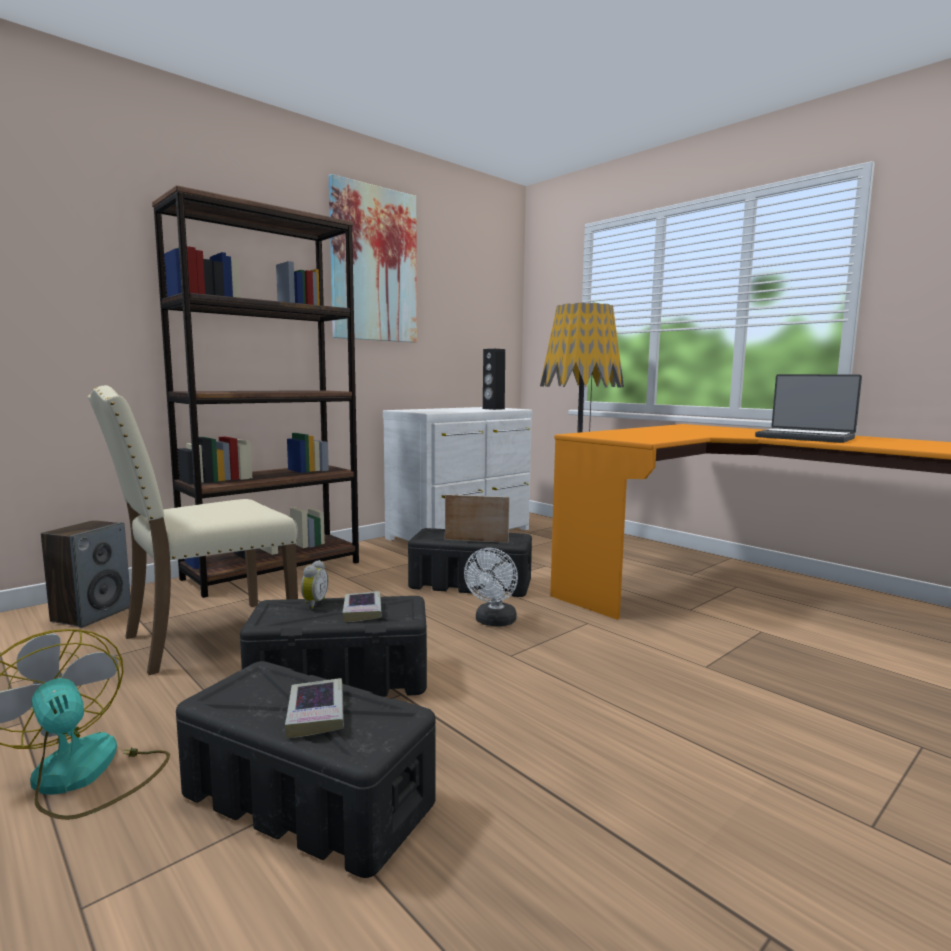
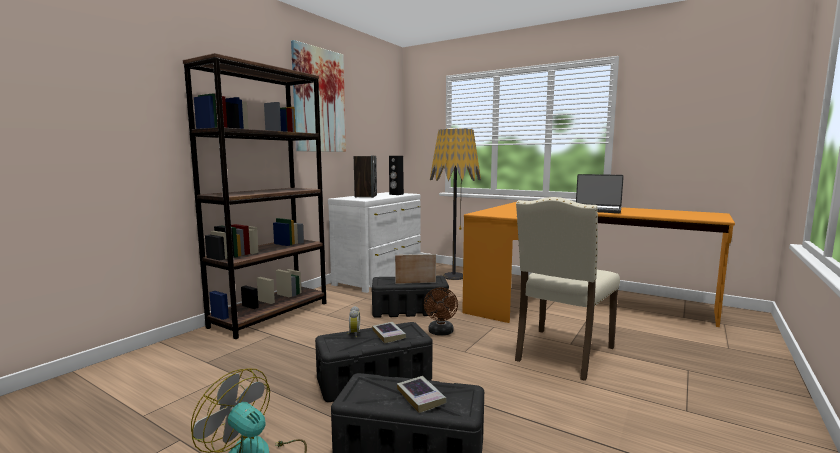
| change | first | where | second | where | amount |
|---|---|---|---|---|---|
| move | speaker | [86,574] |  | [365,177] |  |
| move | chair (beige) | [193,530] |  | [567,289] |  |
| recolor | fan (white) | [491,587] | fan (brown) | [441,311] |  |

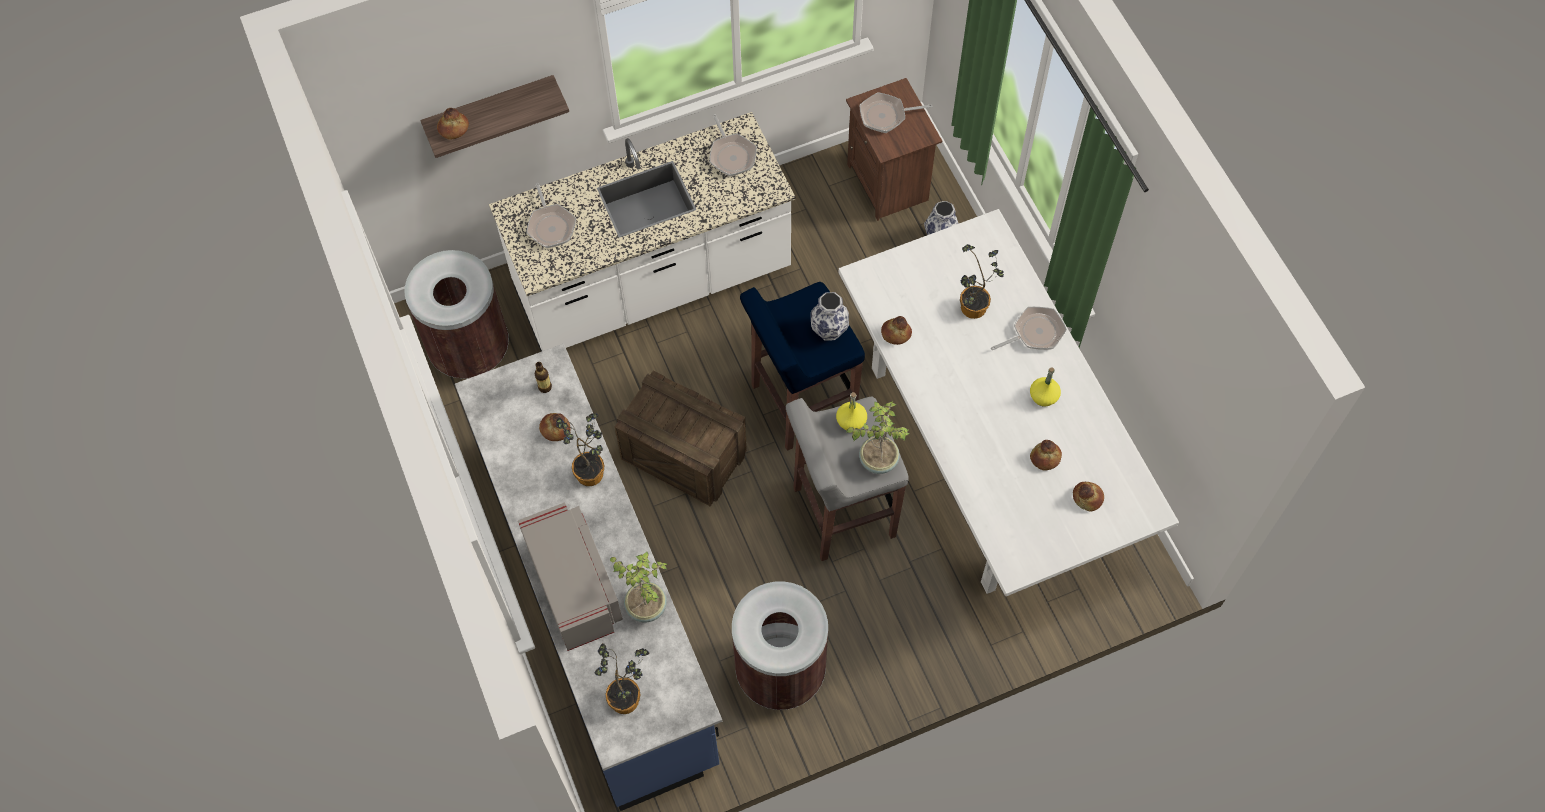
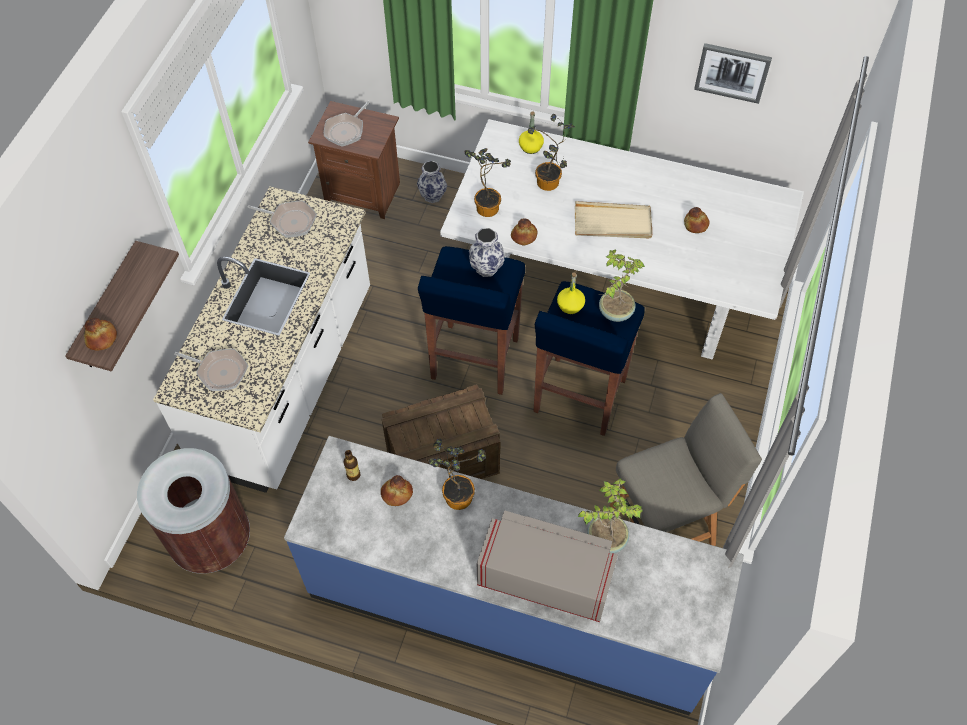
| change | first | where | second | where | amount |
|---|---|---|---|---|---|
| delete | frying pan | [1029,328] |  |  |  |
| delete | bread | [1088,496] |  |  |  |
| insert |  |  | tray (beige) | [613,219] |  |
| insert |  |  | picture | [733,73] |  |
| move | potted plant | [622,678] |  | [487,182] |  |
| move | bottle (yellow) | [1045,387] |  | [531,132] |  |
| replace | trash can (brown) | [780,645] | chair (grey) | [686,469] |  |
| recolor | stool (grey) | [847,479] | stool (blue) | [589,358] |  |

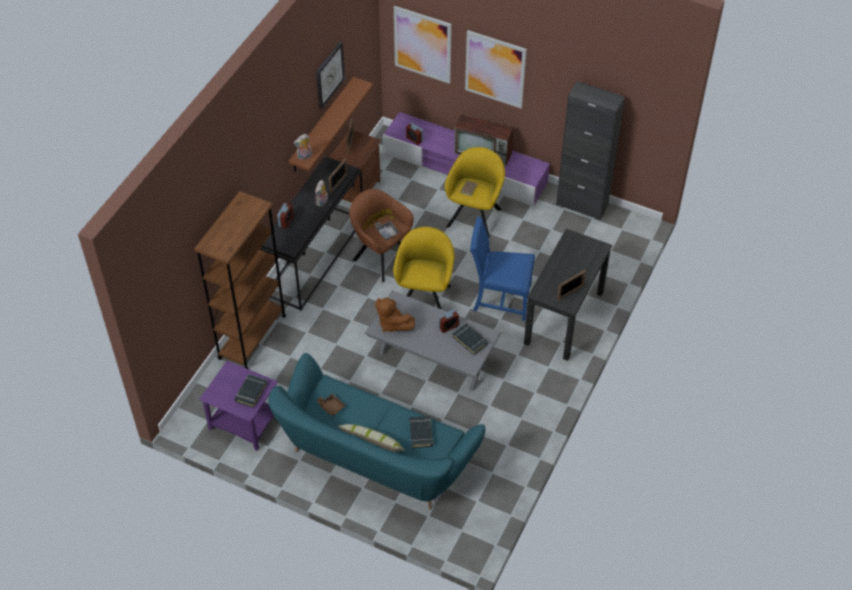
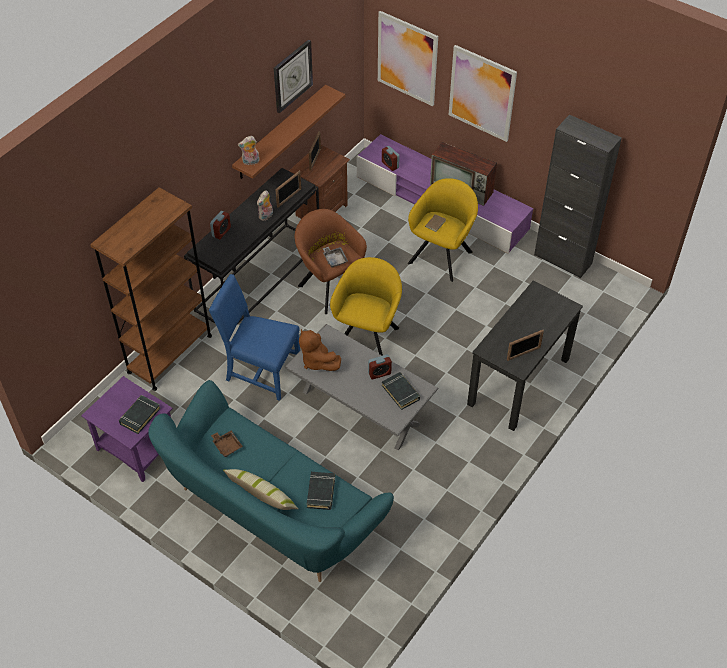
| change | first | where | second | where | amount |
|---|---|---|---|---|---|
| move | chair (blue) | [502,269] |  | [254,337] |  |

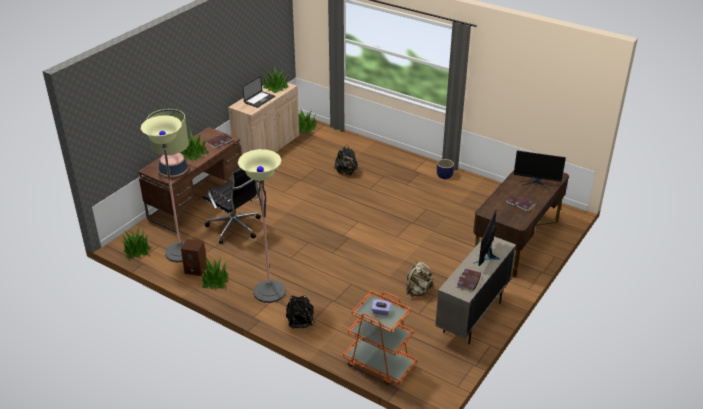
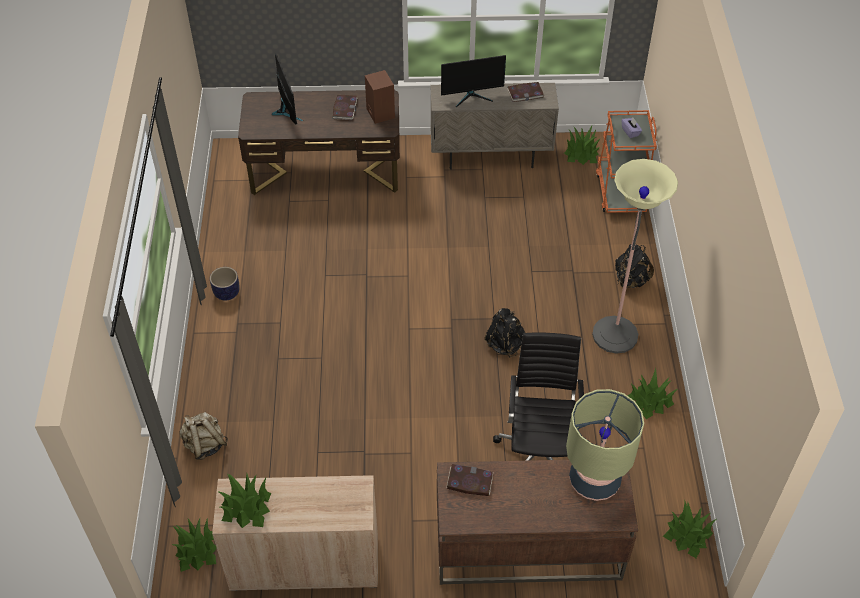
| change | first | where | second | where | amount |
|---|---|---|---|---|---|
| delete | floor lamp | [163,188] |  |  |  |
| delete | laptop | [259,92] |  |  |  |
| move | potted plant | [194,145] |  | [582,145] |  |
| move | speaker (brown) | [194,257] |  | [380,97] |  |
| move | backpack (black) | [346,160] |  | [504,333] |  |
| move | backpack (beige) | [419,279] |  | [203,436] |  |

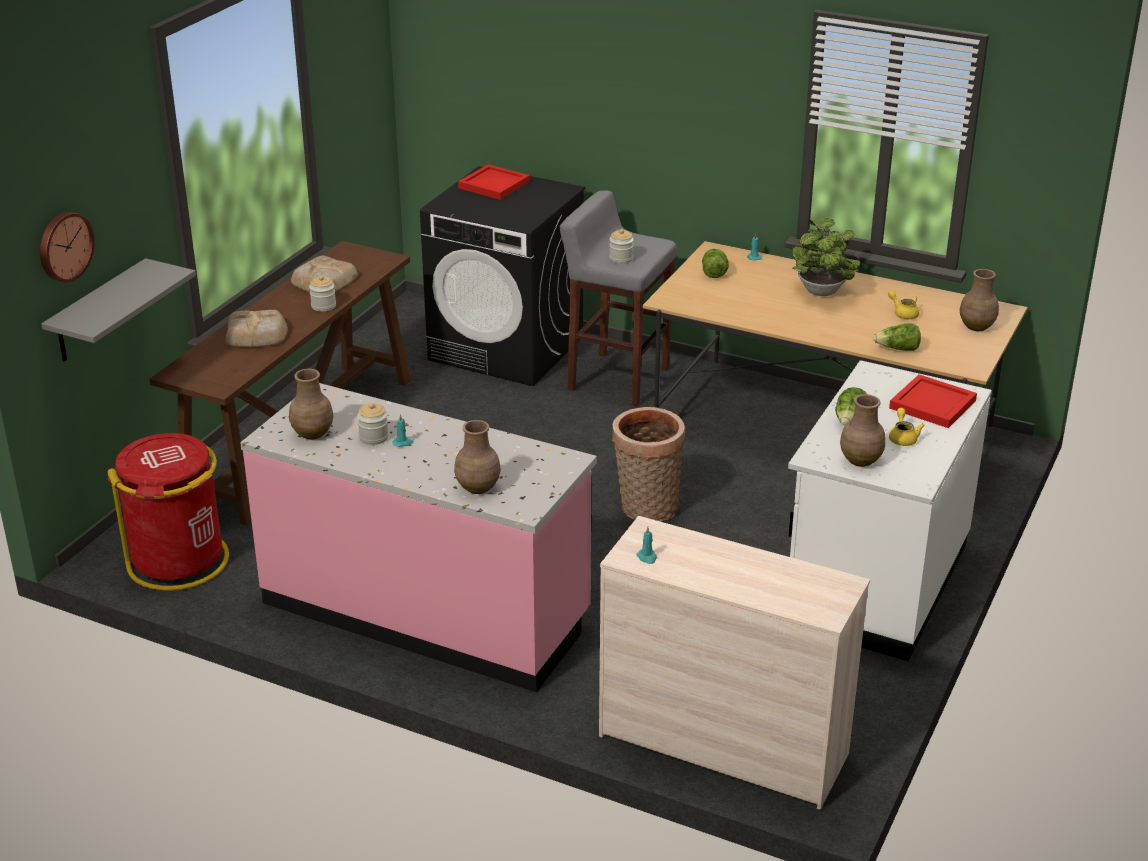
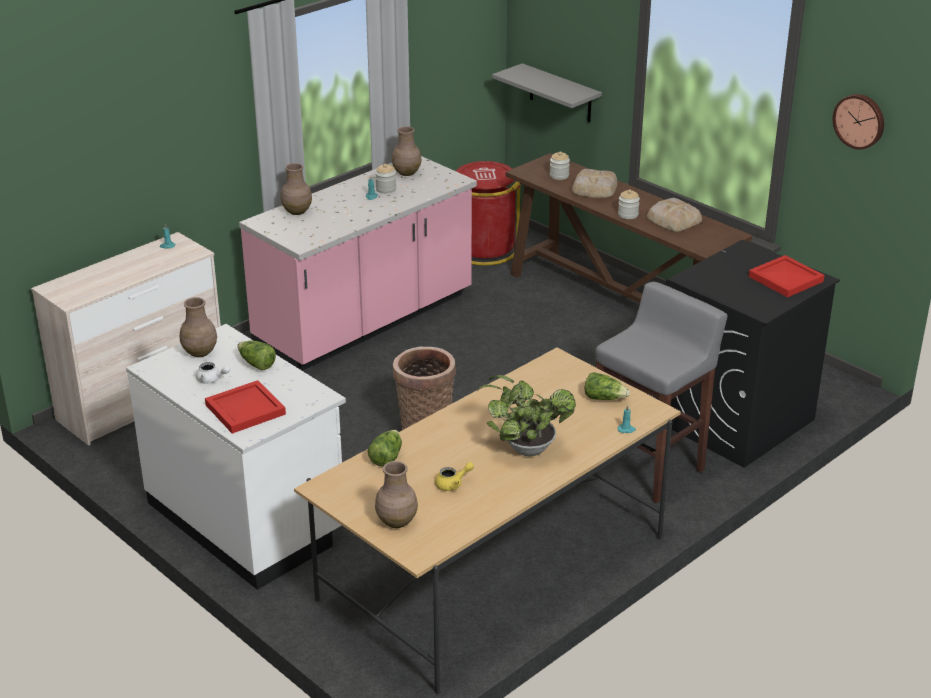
| change | first | where | second | where | amount |
|---|---|---|---|---|---|
| move | wall clock | [67,247] |  | [858,122] |  |
| move | jar | [621,246] |  | [560,165] |  |
| recolor | teapot (yellow) | [907,427] | teapot (white) | [213,373] |  |

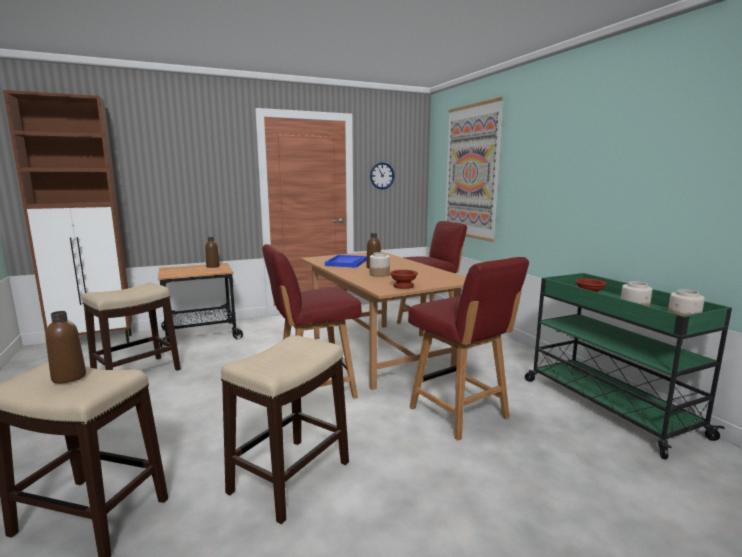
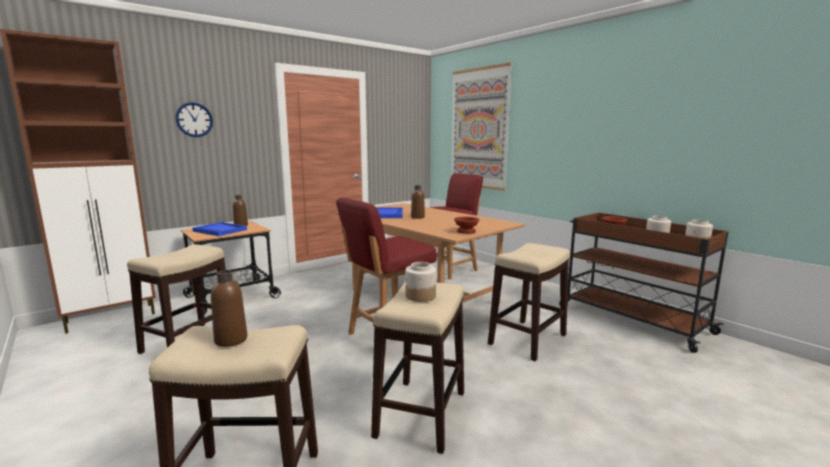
| change | first | where | second | where | amount |
|---|---|---|---|---|---|
| insert |  |  | tray (blue) | [219,229] |  |
| move | wall clock | [382,176] |  | [194,119] |  |
| move | jar | [380,264] |  | [420,282] |  |
| replace | chair (red) | [468,348] | stool | [529,302] |  |
| recolor | cart (green) | [628,366] | cart (brown) | [643,283] |  |

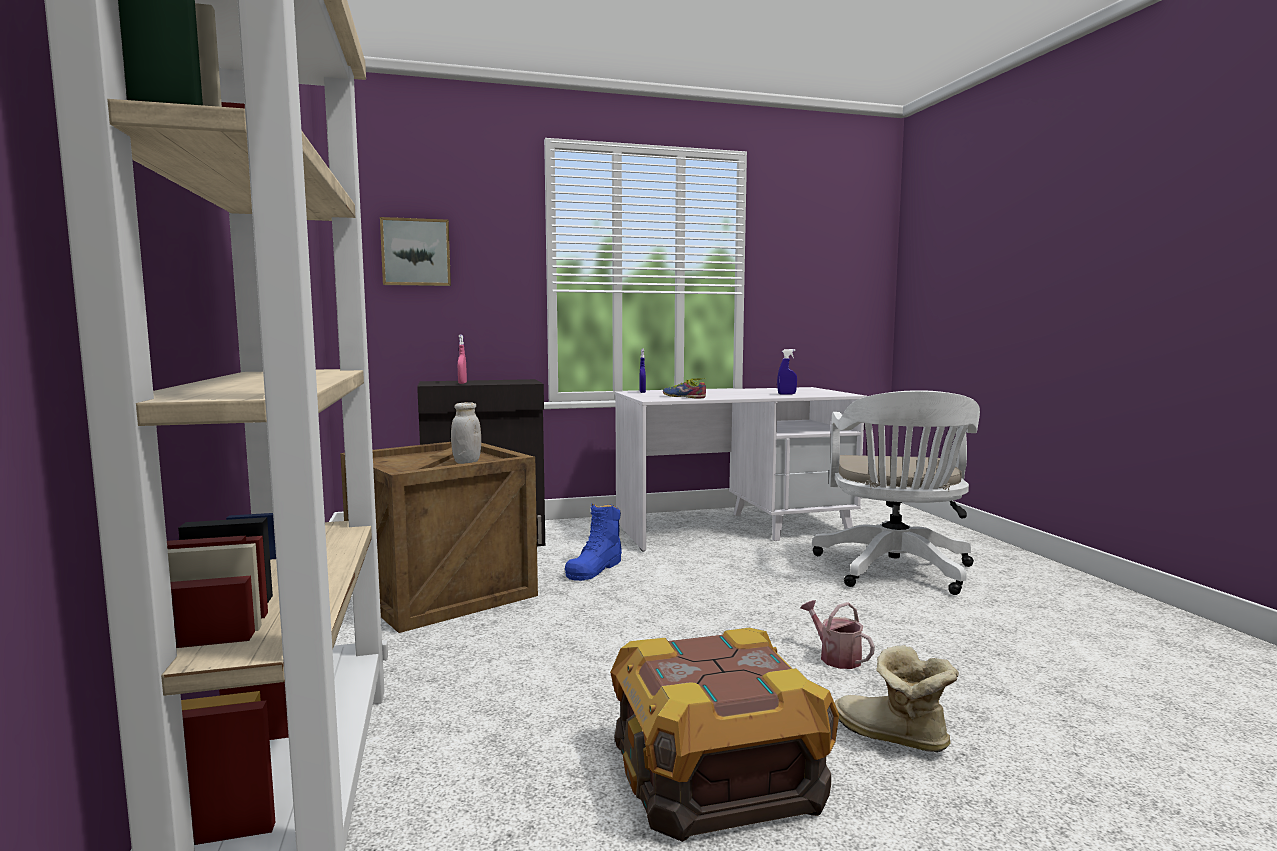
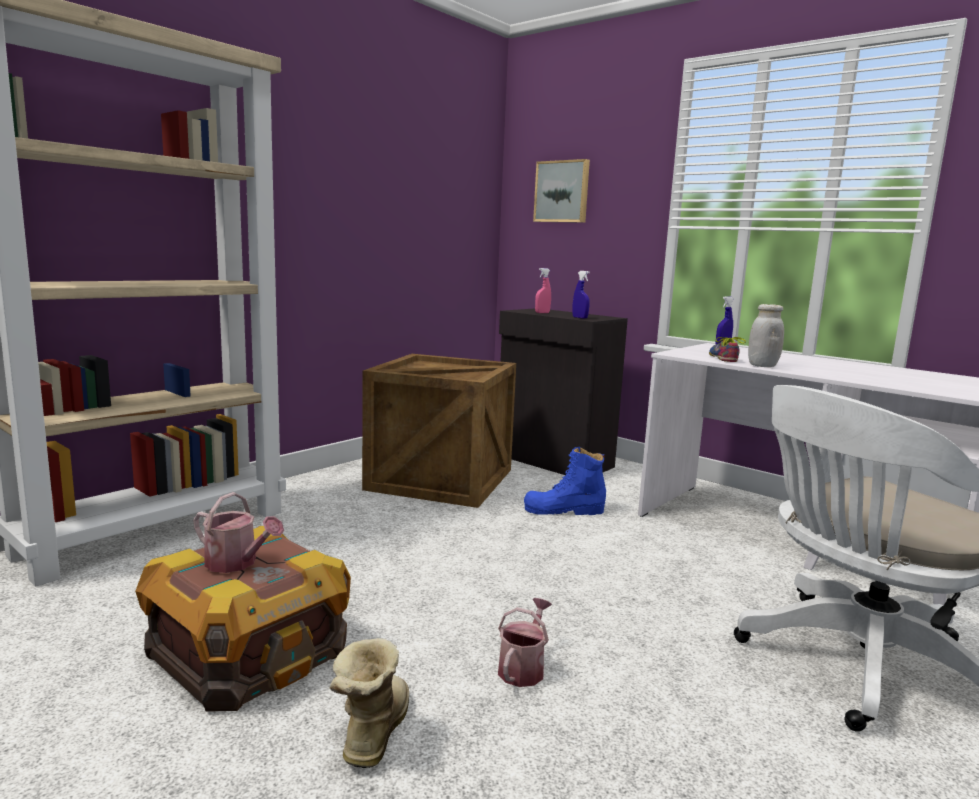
| change | first | where | second | where | amount |
|---|---|---|---|---|---|
| insert |  |  | watering can | [238,532] |  |
| move | jar (white) | [466,433] |  | [766,335] |  |
| move | spray bottle (blue) | [787,372] |  | [581,295] |  |

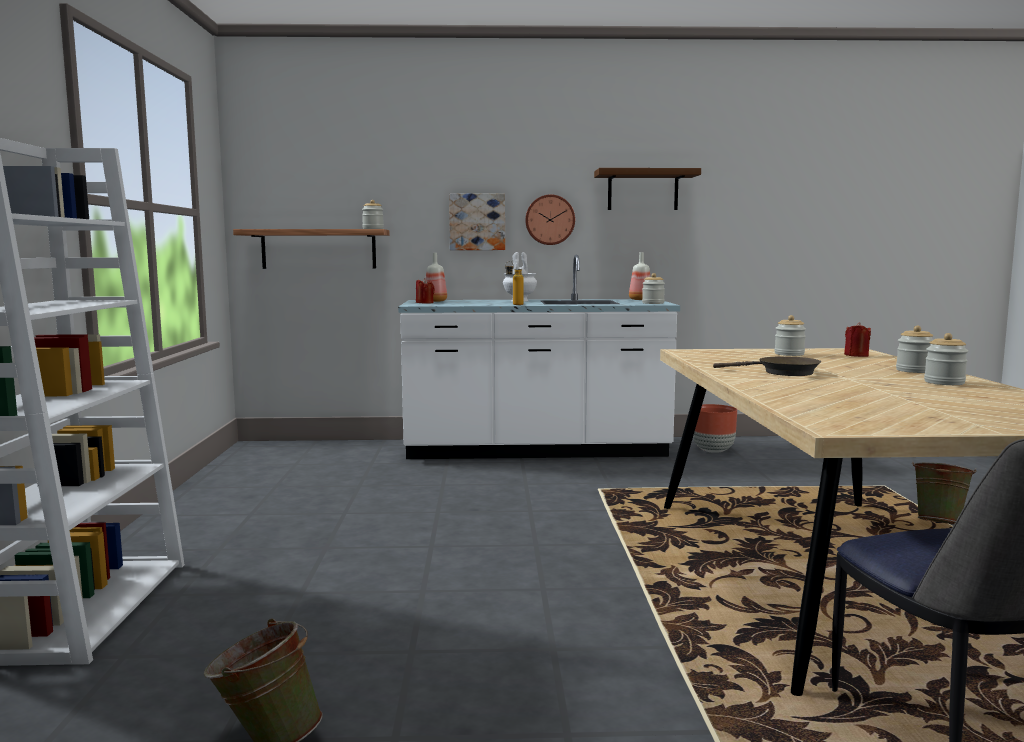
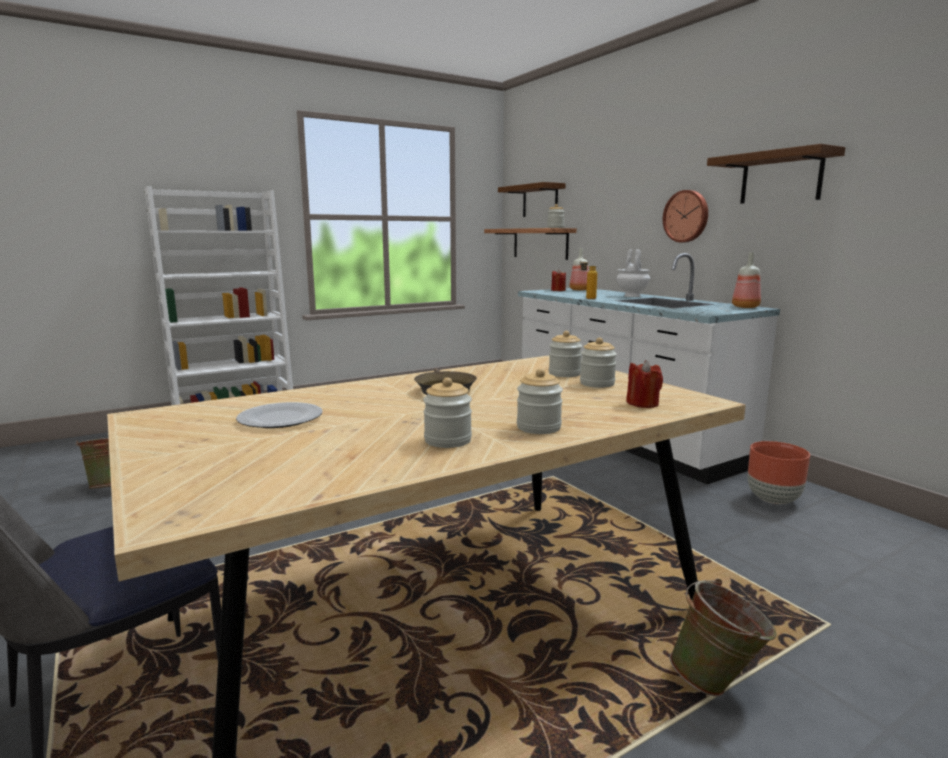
| change | first | where | second | where | amount |
|---|---|---|---|---|---|
| delete | picture | [477,222] |  |  |  |
| insert |  |  | plate | [279,415] |  |
| insert |  |  | shelf (brown) | [532,199] |  |
| move | jar | [653,288] |  | [565,354] |  |

